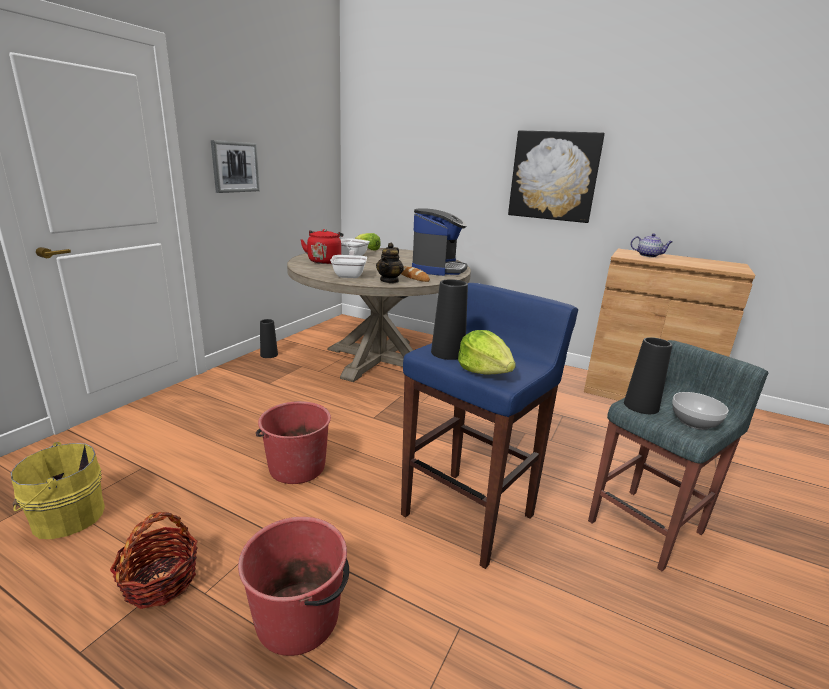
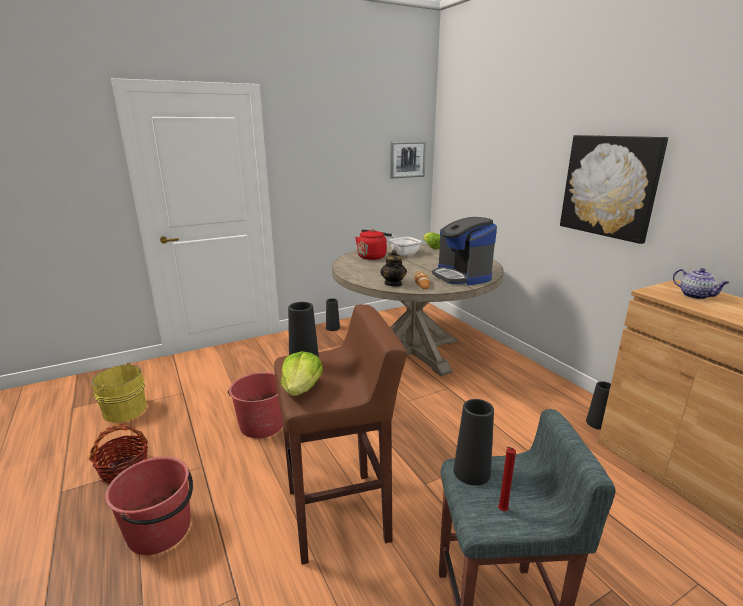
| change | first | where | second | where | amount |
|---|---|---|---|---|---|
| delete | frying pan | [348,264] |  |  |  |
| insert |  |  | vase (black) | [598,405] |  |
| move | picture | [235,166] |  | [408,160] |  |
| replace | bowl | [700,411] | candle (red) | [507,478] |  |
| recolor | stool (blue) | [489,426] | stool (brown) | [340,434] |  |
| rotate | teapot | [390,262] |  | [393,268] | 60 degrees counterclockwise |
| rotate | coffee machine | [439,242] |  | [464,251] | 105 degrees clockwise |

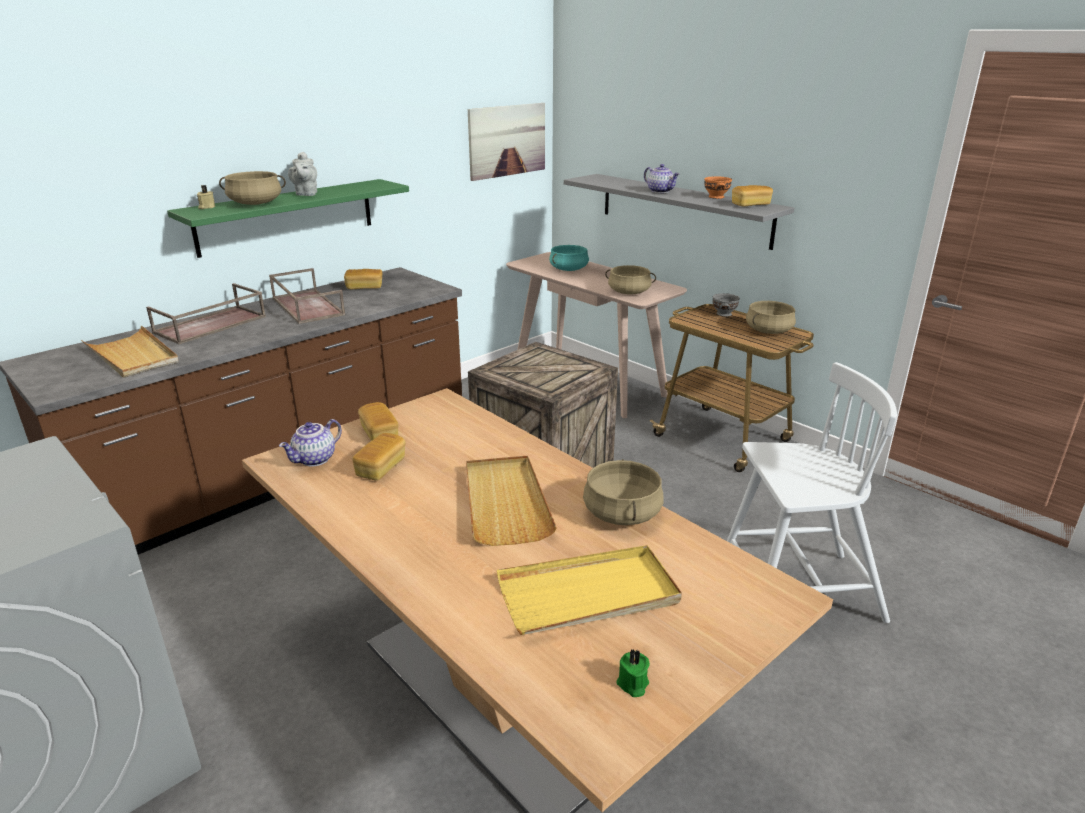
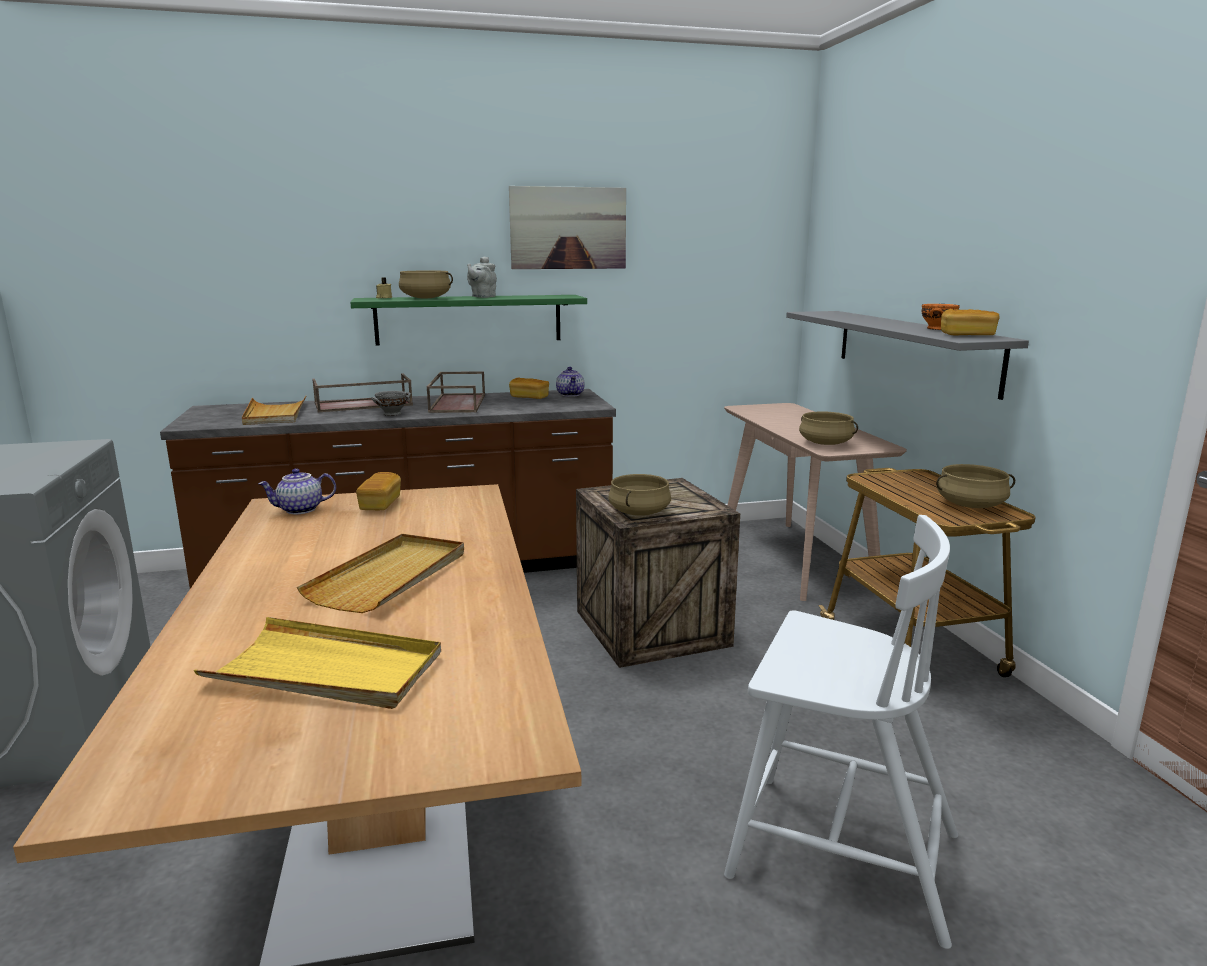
| change | first | where | second | where | amount |
|---|---|---|---|---|---|
| delete | bread | [379,457] |  |  |  |
| delete | cooking pot (turquoise) | [569,258] |  |  |  |
| delete | candle (green) | [633,673] |  |  |  |
| move | picture | [506,142] |  | [567,227] |  |
| move | cooking pot (beige) | [623,492] |  | [640,495] |  |
| move | teapot | [662,178] |  | [570,382] |  |
| move | bowl (grey) | [726,305] |  | [391,403] |  |

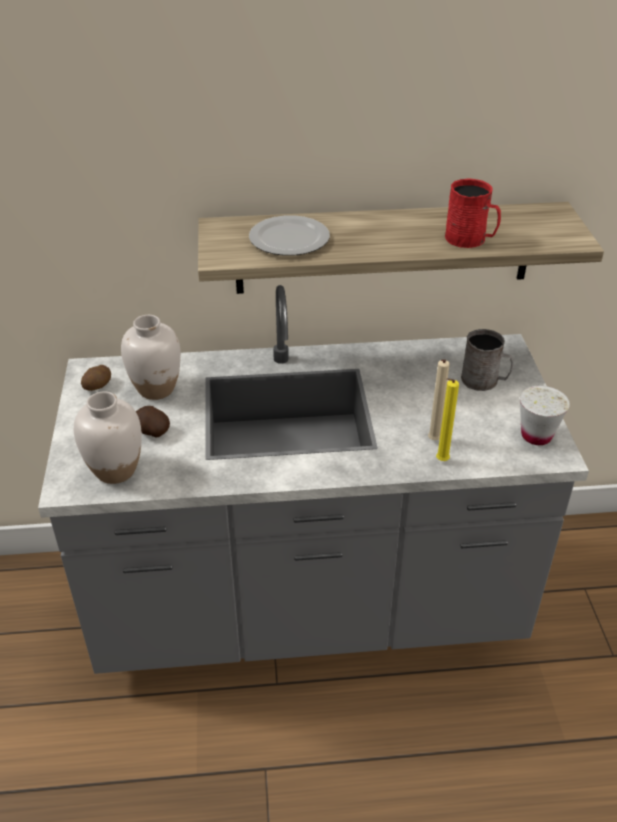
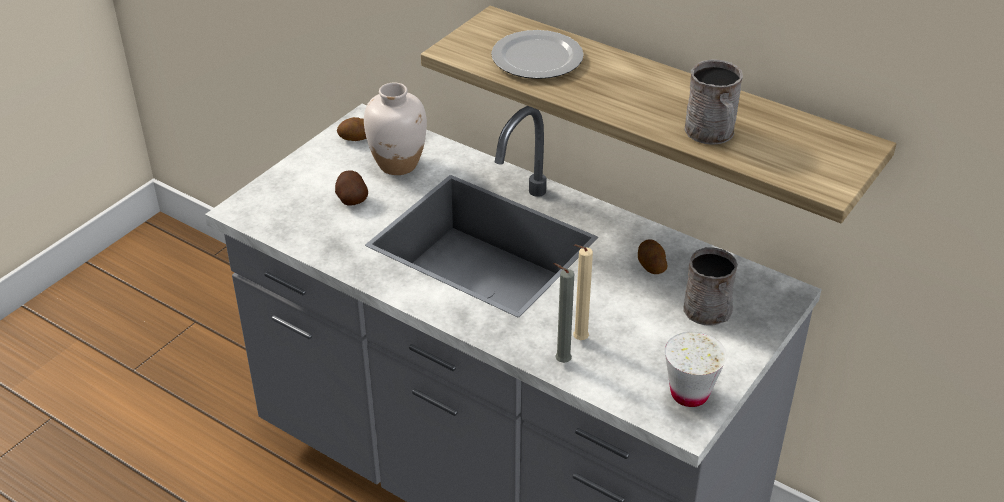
| change | first | where | second | where | amount |
|---|---|---|---|---|---|
| delete | vase (white) | [108,437] |  |  |  |
| insert |  |  | potato | [653,256] |  |
| recolor | candle (yellow) | [447,419] | candle (grey) | [563,313] |  |
| recolor | mug (red) | [473,213] | mug (grey) | [713,102] |  |

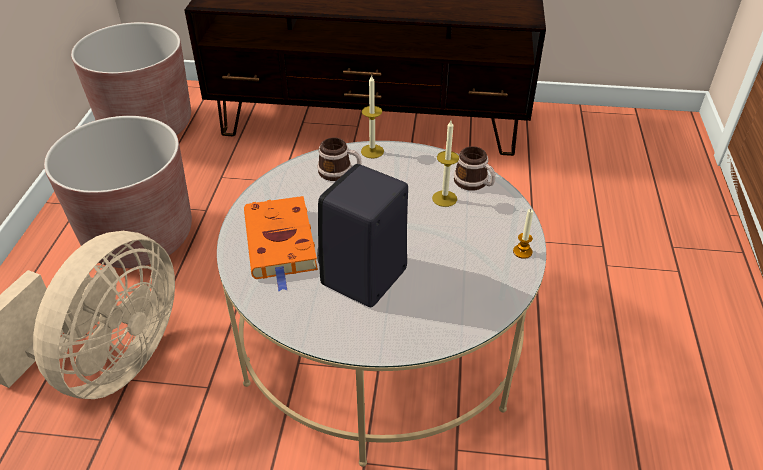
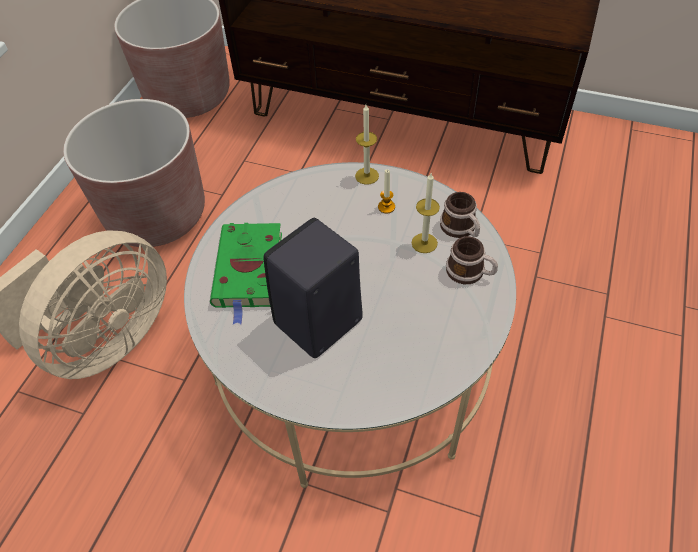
| change | first | where | second | where | amount |
|---|---|---|---|---|---|
| move | mug | [339,159] |  | [472,260] |  |
| move | candle | [523,234] |  | [386,191] |  |
| recolor | book (orange) | [281,243] | book (green) | [246,273] |  |

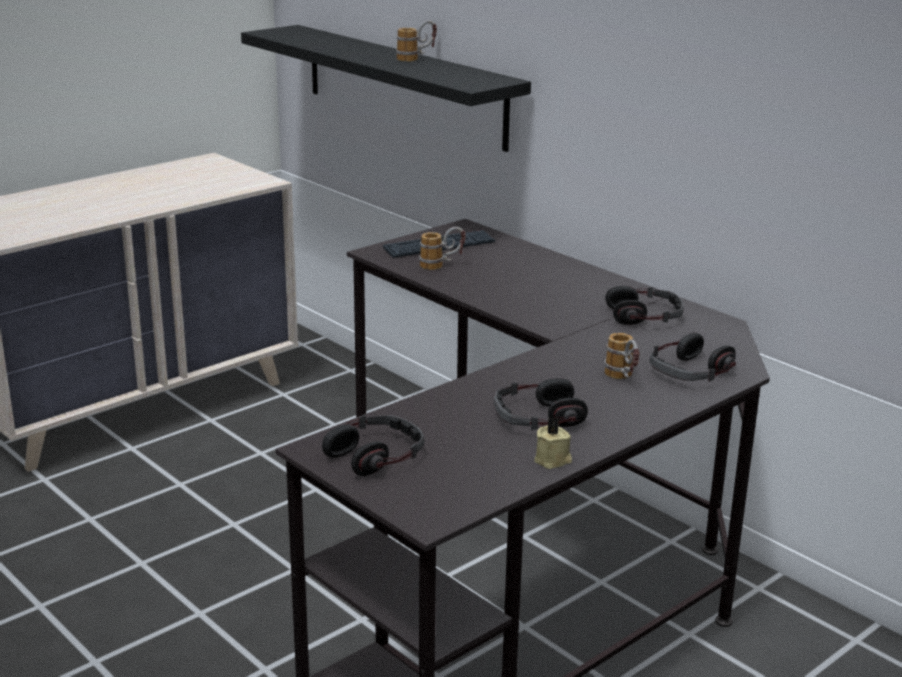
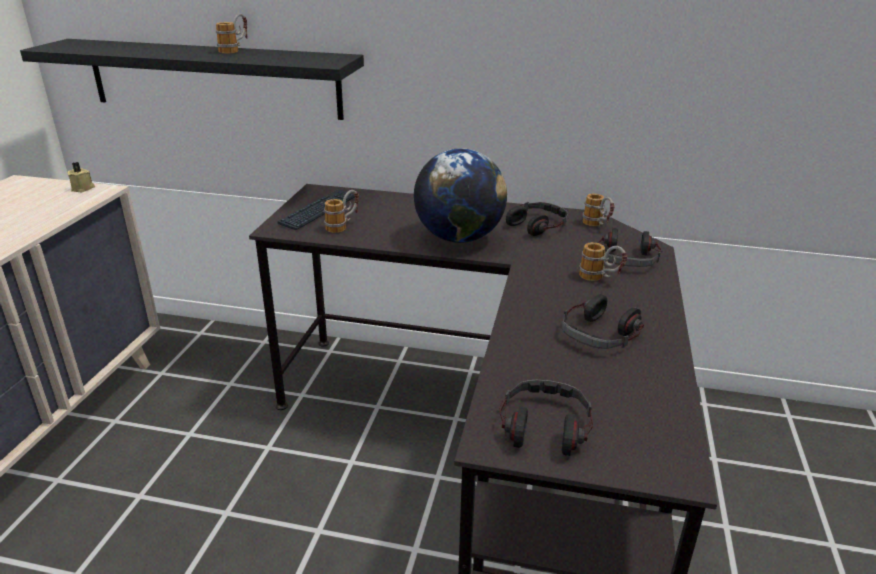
| change | first | where | second | where | amount |
|---|---|---|---|---|---|
| insert |  |  | globe | [460,195] |  |
| insert |  |  | mug | [598,209] |  |
| move | candle (beige) | [553,443] |  | [81,177] |  |

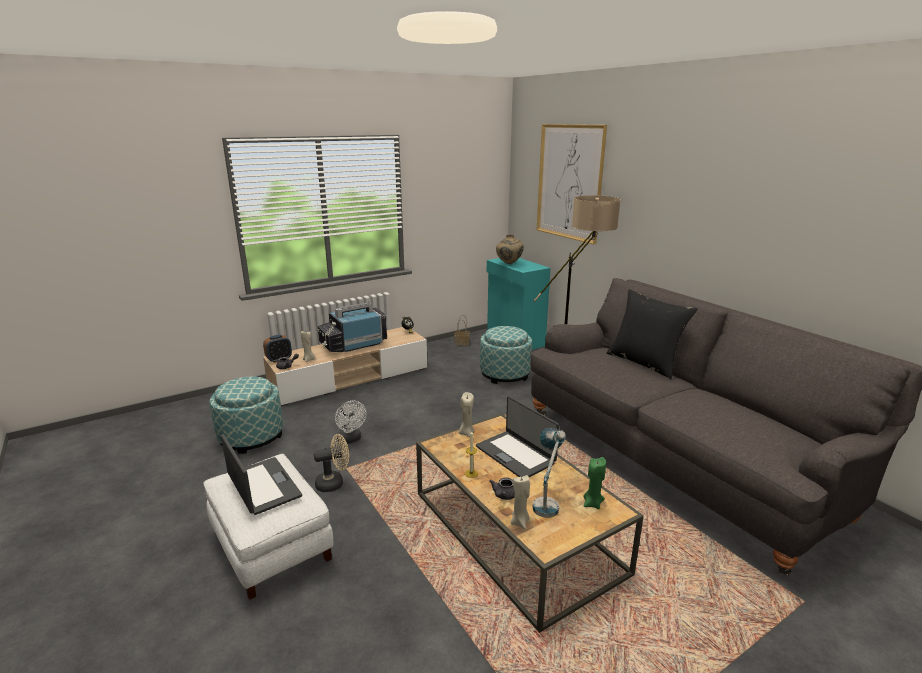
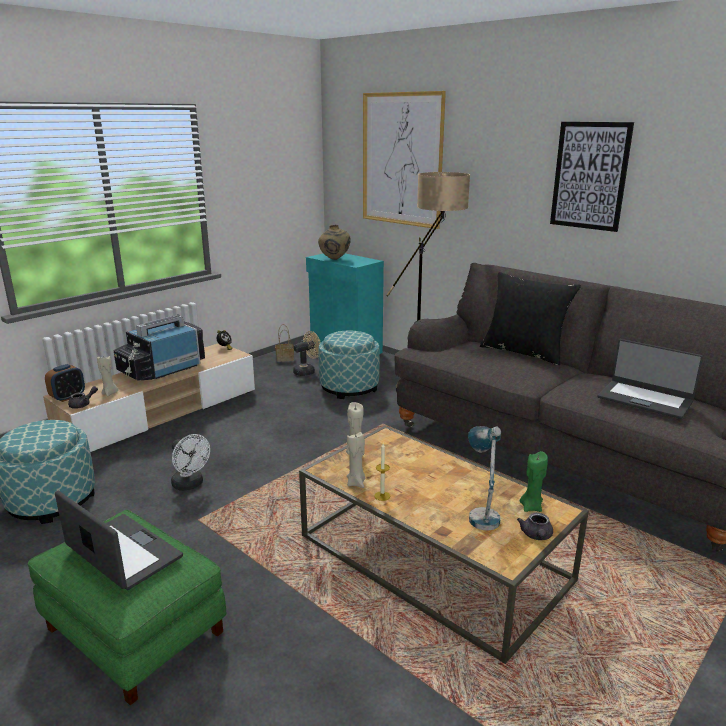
| change | first | where | second | where | amount |
|---|---|---|---|---|---|
| insert |  |  | picture | [592,177] |  |
| move | fan (beige) | [331,463] |  | [307,353] |  |
| move | laptop | [517,436] |  | [650,379] |  |
| move | teapot (grey) | [502,488] |  | [535,526] |  |
| move | candle (beige) | [520,502] |  | [356,460] |  |
| recolor | ottoman (white) | [268,527] | ottoman (green) | [126,607] |  |

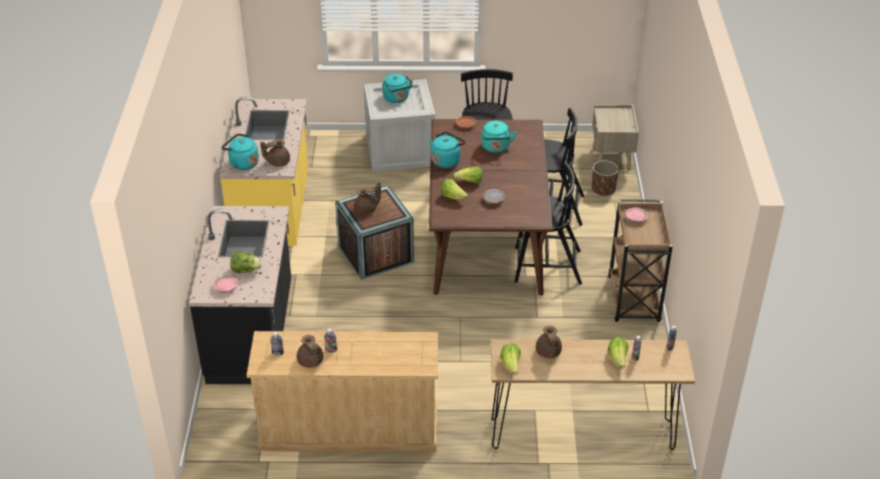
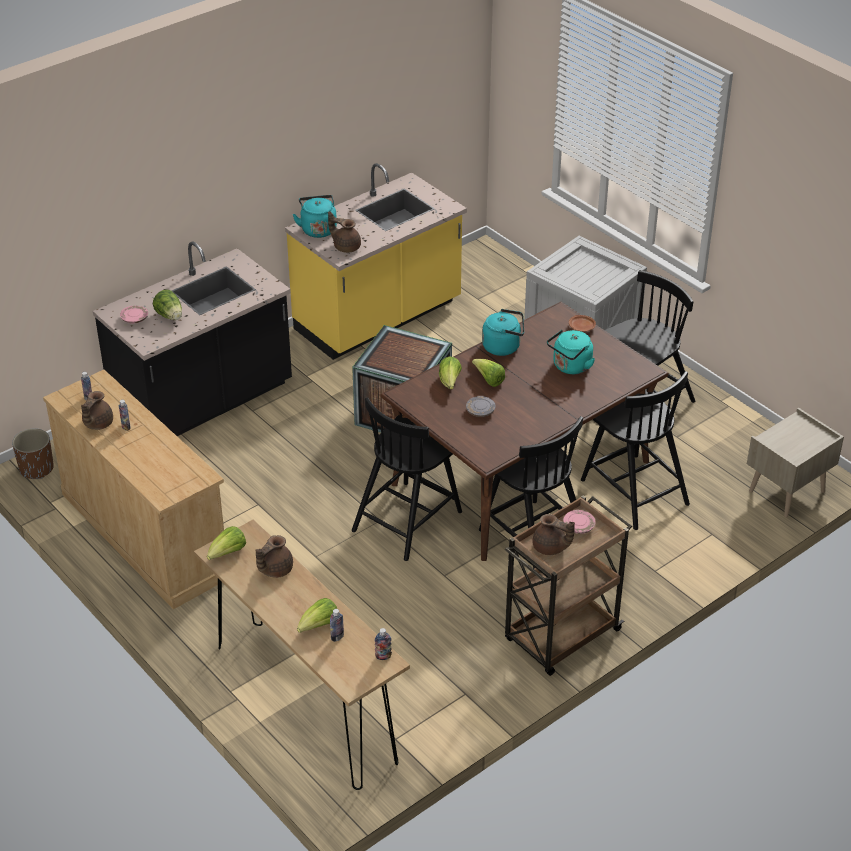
| change | first | where | second | where | amount |
|---|---|---|---|---|---|
| delete | kettle (turquoise) | [398,88] |  |  |  |
| insert |  |  | chair (black) | [407,479] |  |
| move | teapot (brown) | [368,198] |  | [554,534] |  |
| move | planter (brown) | [605,178] |  | [33,454] |  |

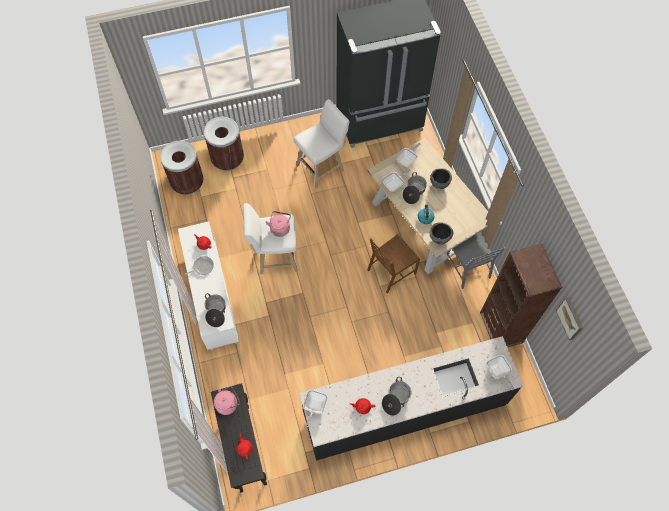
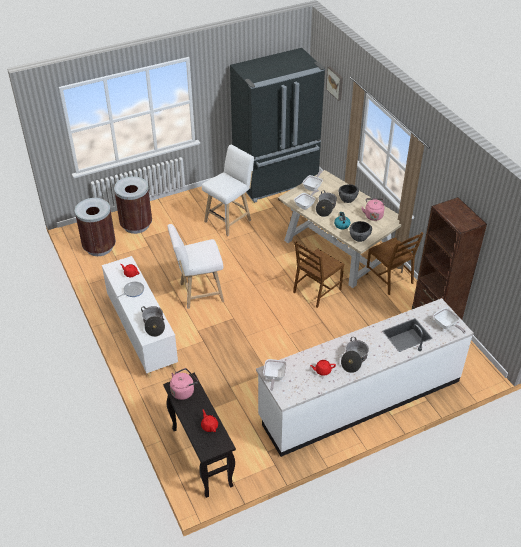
| change | first | where | second | where | amount |
|---|---|---|---|---|---|
| move | kettle (pink) | [278,224] |  | [373,209] |  |
| move | picture | [569,318] |  | [334,83] |  |
| recolor | counter (black) | [411,398] | counter (white) | [365,377] |  |
| recolor | chair (grey) | [476,260] | chair (brown) | [394,263] |  |

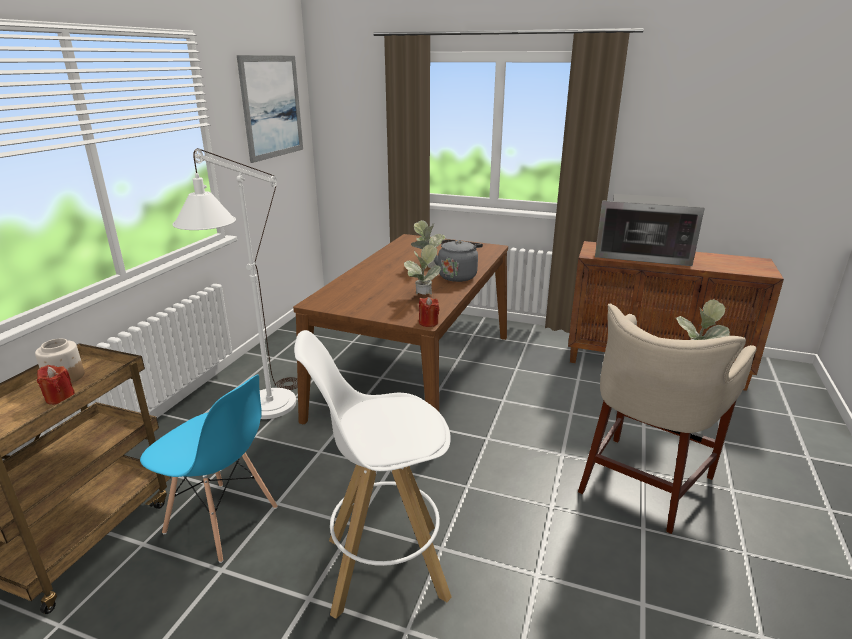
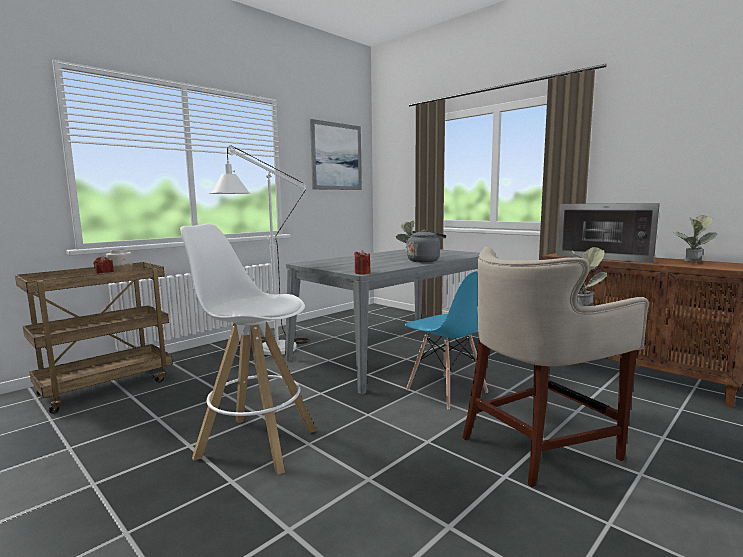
| change | first | where | second | where | amount |
|---|---|---|---|---|---|
| move | chair (blue) | [209,468] |  | [446,340] |  |
| move | potted plant | [422,269] |  | [695,238] |  |
| recolor | dining table (brown) | [400,329] | dining table (grey) | [382,321] |  |

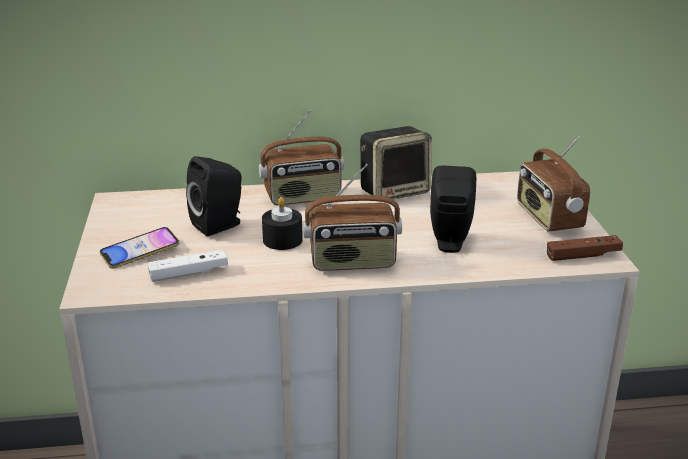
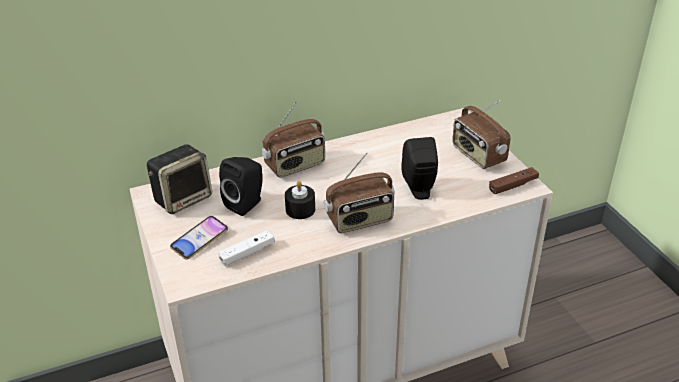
| change | first | where | second | where | amount |
|---|---|---|---|---|---|
| move | speaker | [396,164] |  | [179,179] |  |

